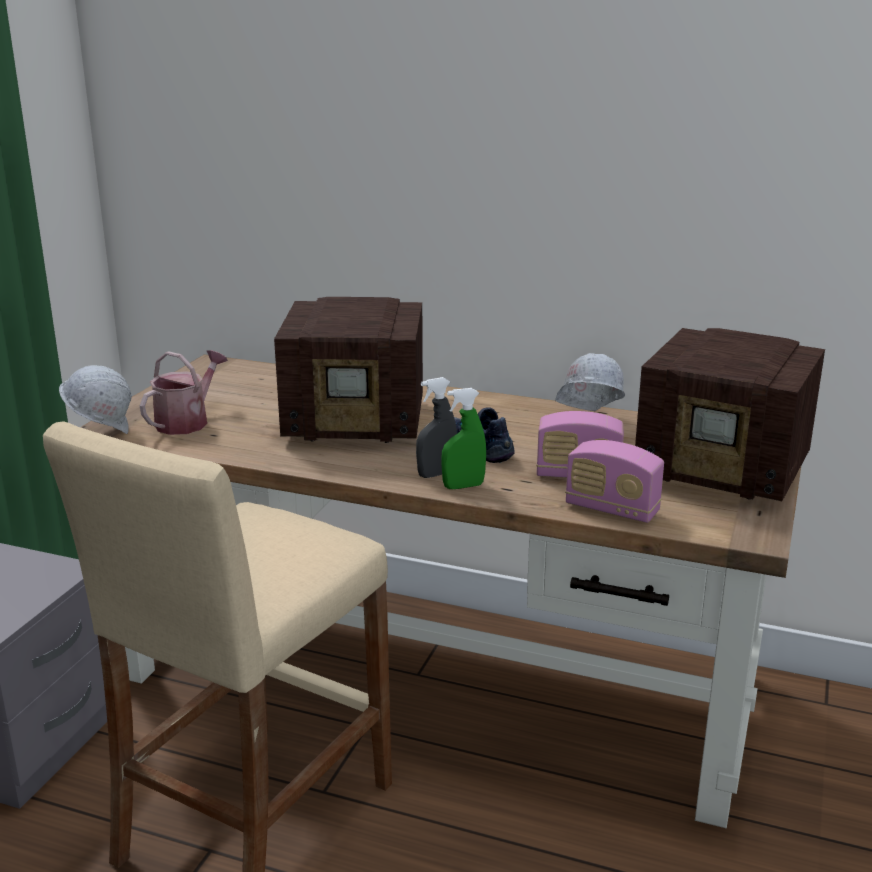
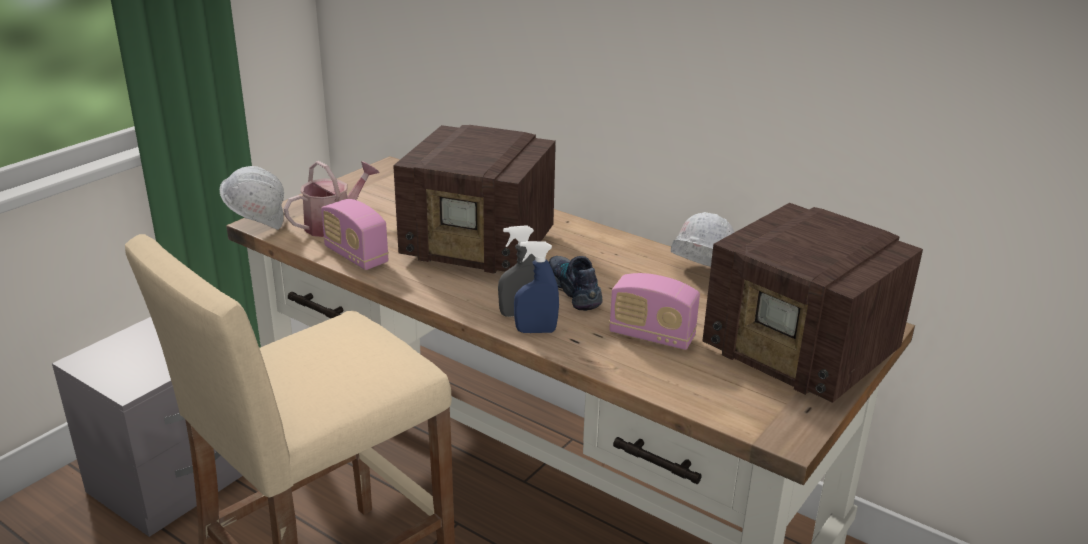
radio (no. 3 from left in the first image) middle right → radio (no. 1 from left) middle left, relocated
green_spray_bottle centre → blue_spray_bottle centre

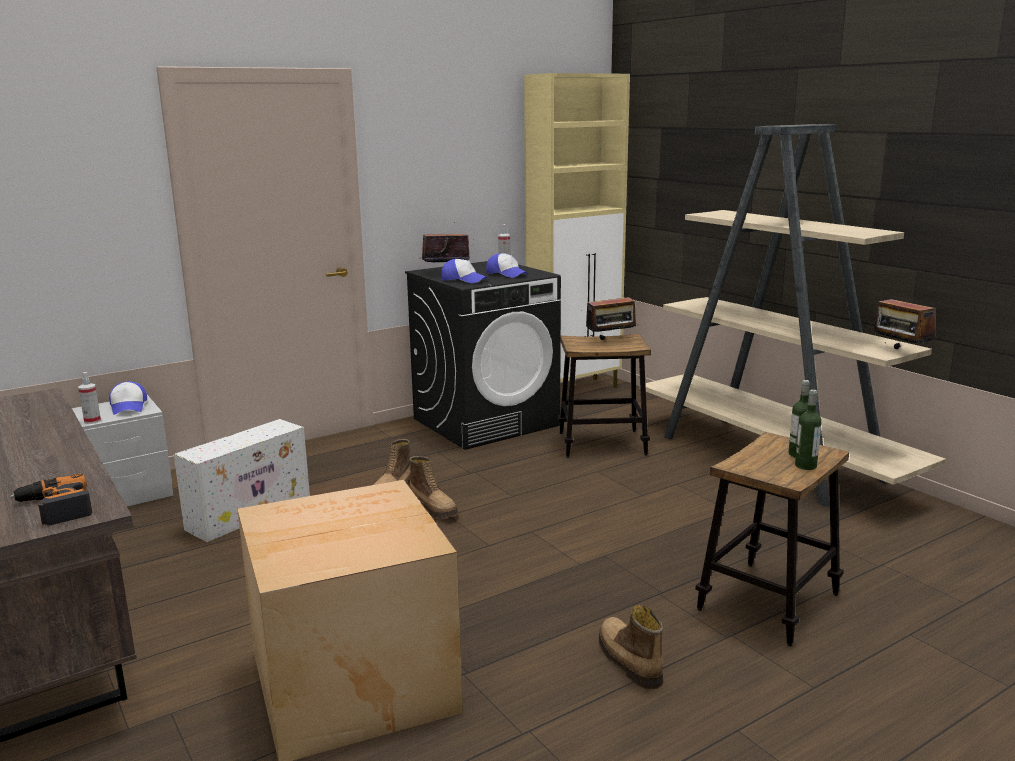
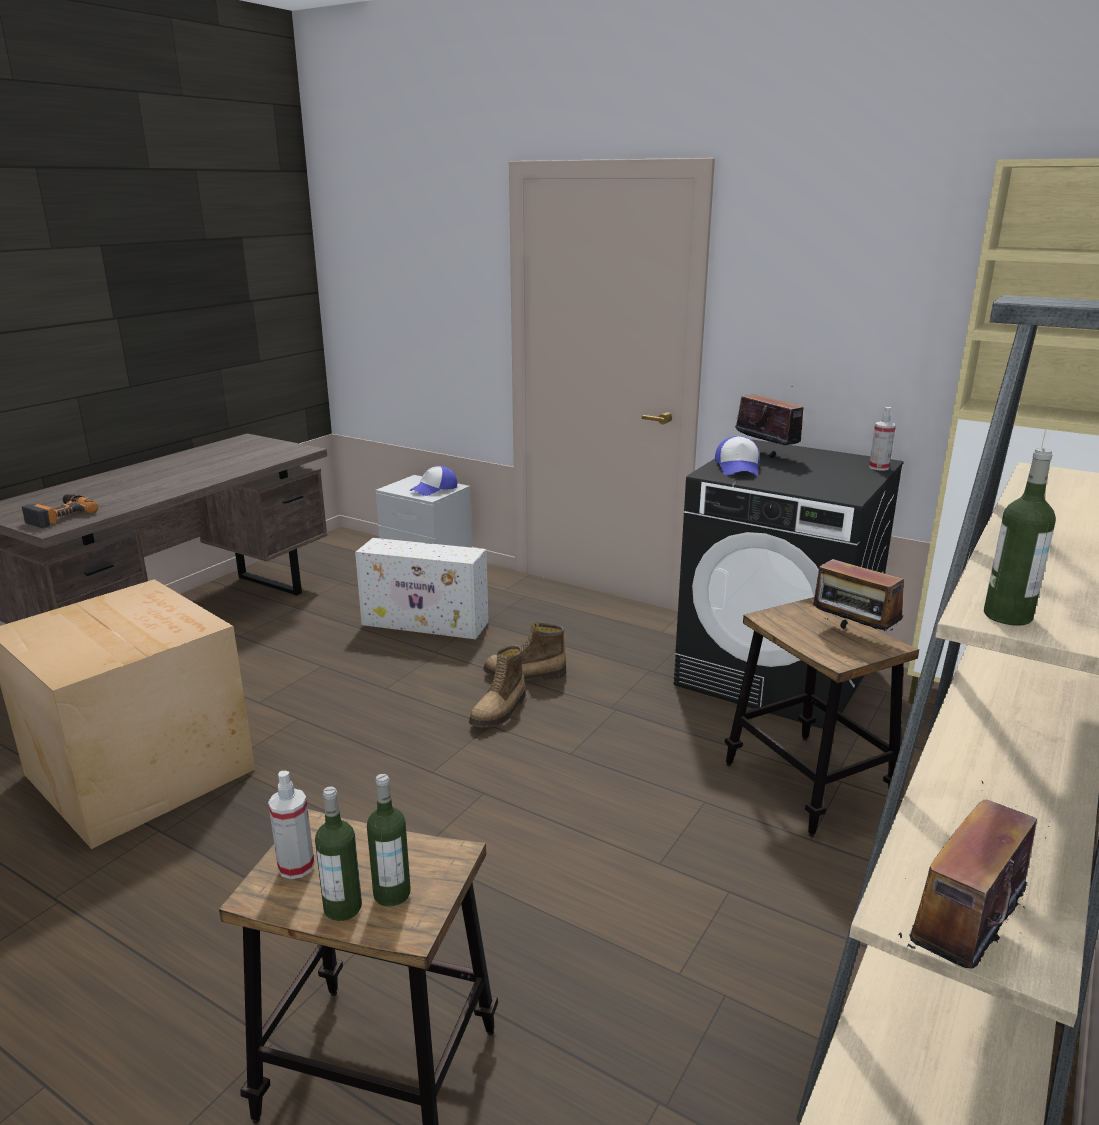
spray_bottle (no. 1 from left) middle left → spray_bottle (no. 1 from left) bottom left, relocated
- → bottle (no. 3 from left) middle right
cap (no. 3 from left) centre → -
boot (no. 3 from left) bottom centre → -

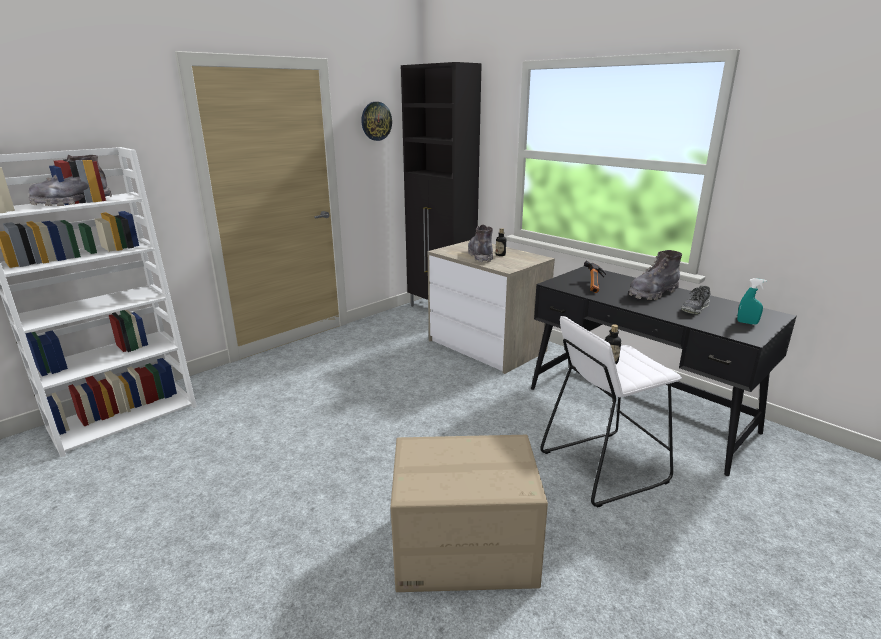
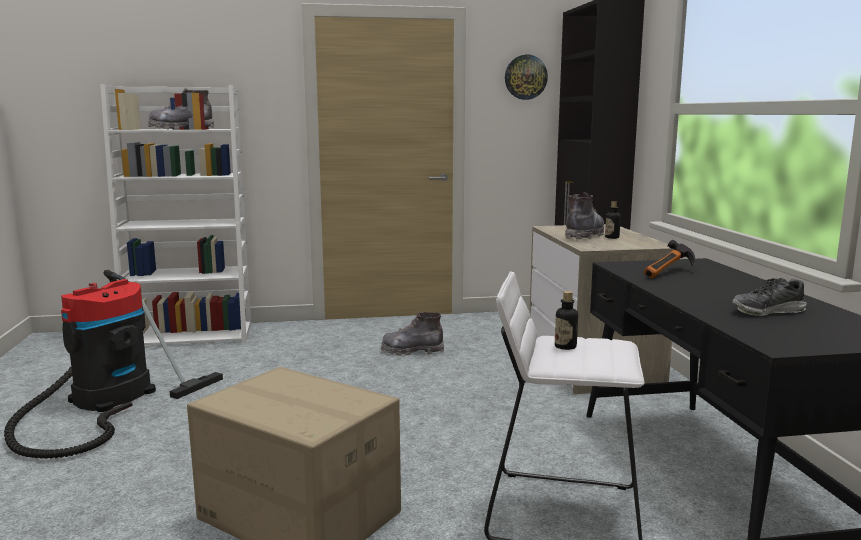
- → vacuum_cleaner bottom left
grey_boot (no. 3 from left in the first image) middle right → grey_boot (no. 2 from left) centre, relocated
turquoise_spray_bottle middle right → -

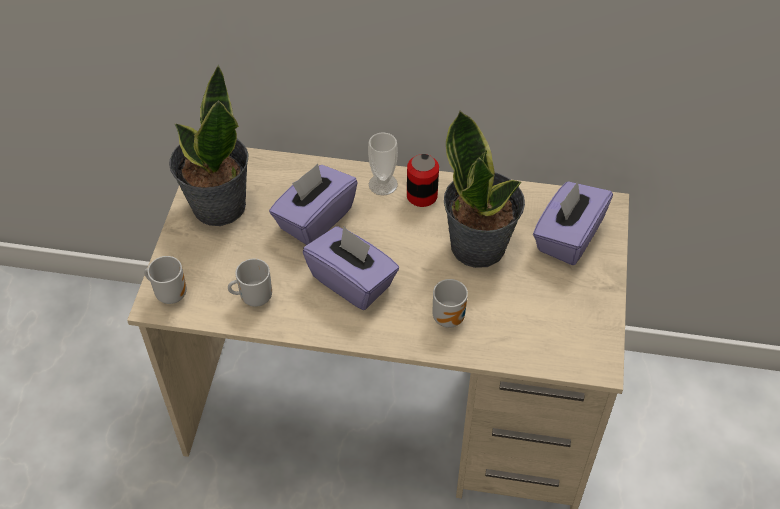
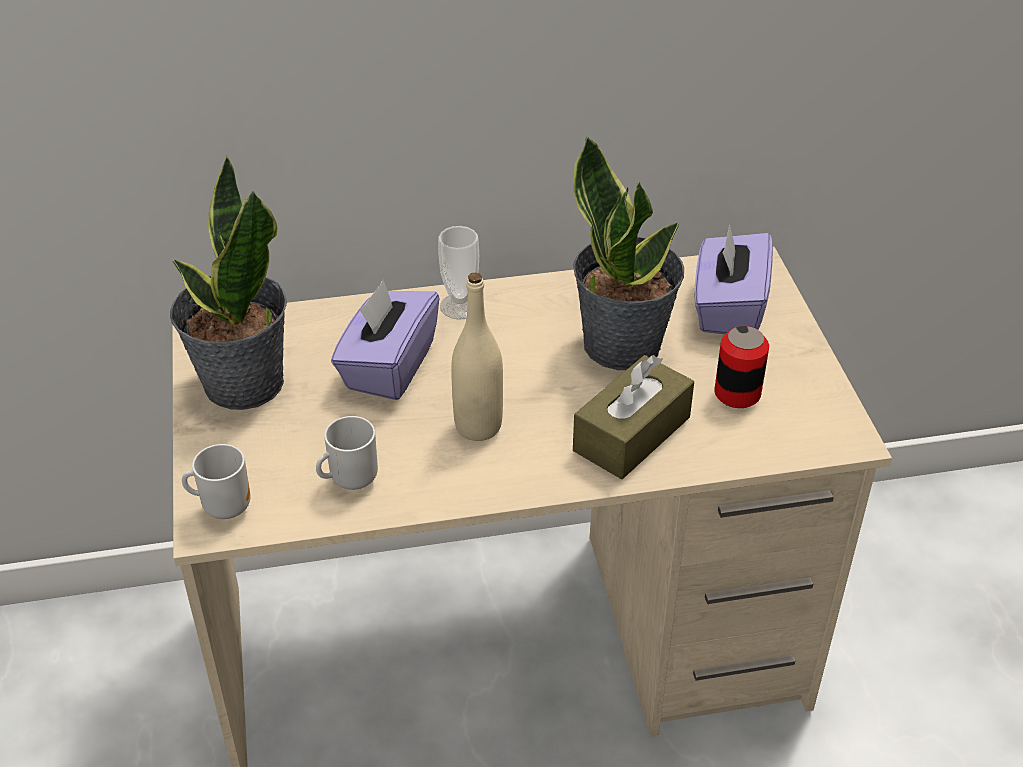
purple_tissue_box (no. 2 from left) centre → beige_bottle centre
mug (no. 3 from left) centre → brown_tissue_box centre
can centre → can middle right, relocated

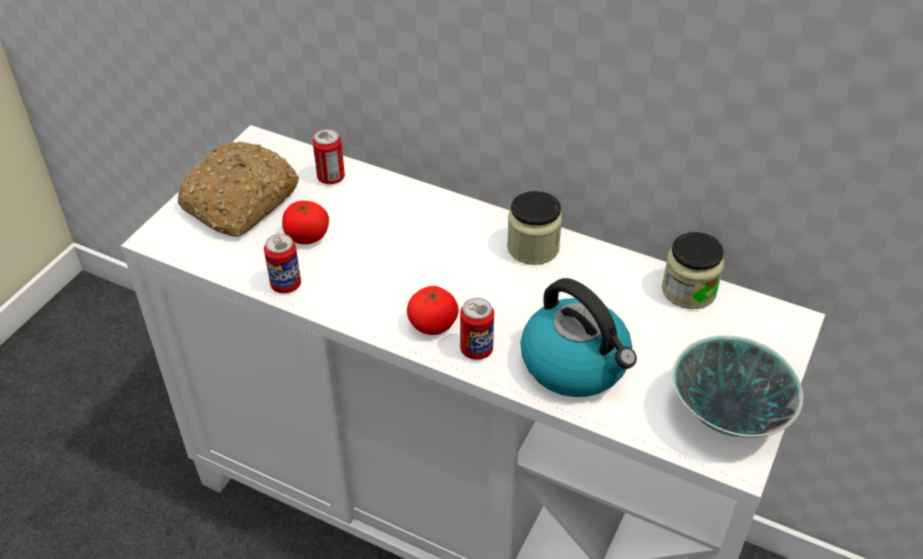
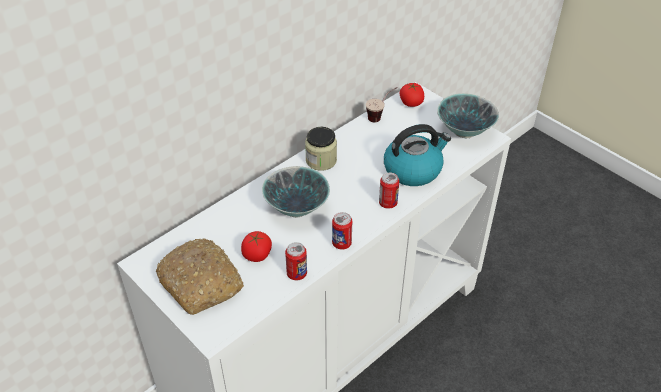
- → bowl (no. 1 from left) centre
can (no. 2 from left) top centre → can (no. 2 from left) centre, relocated
jar (no. 2 from left) middle right → cup top centre
tomato (no. 2 from left) centre → tomato (no. 2 from left) top centre, relocated

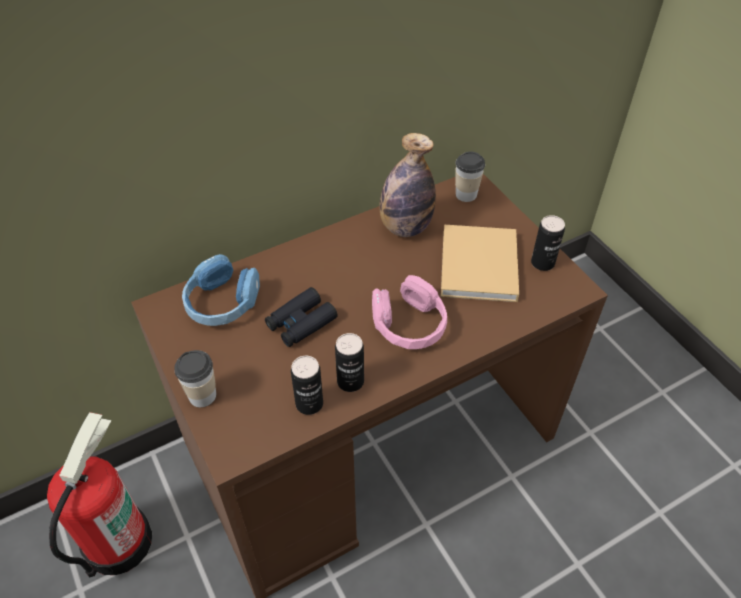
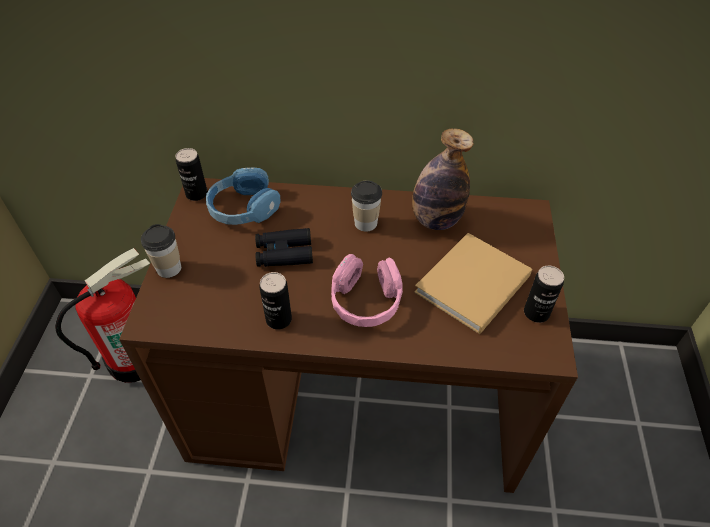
can (no. 1 from left) centre → can (no. 1 from left) top left, relocated
cup (no. 2 from left) top centre → cup (no. 2 from left) centre, relocated

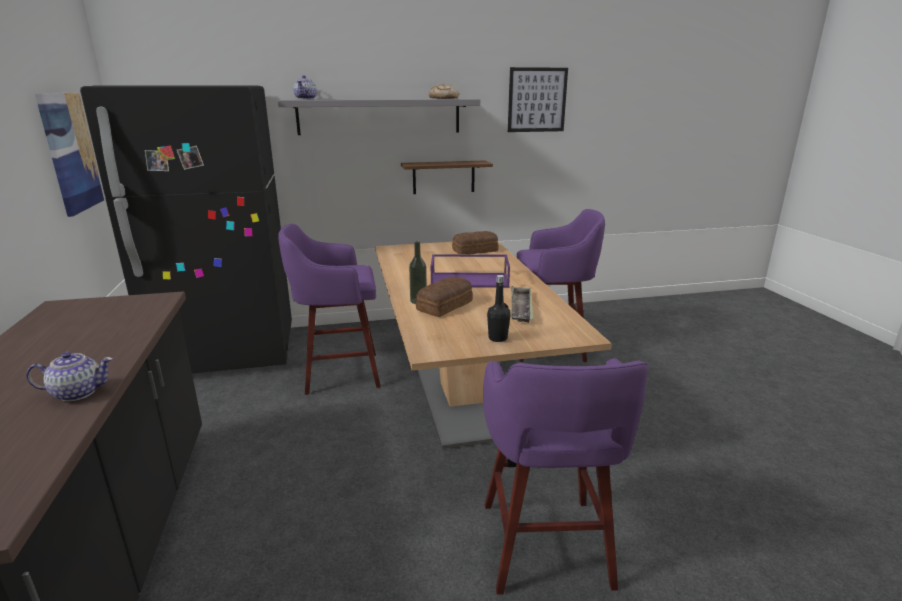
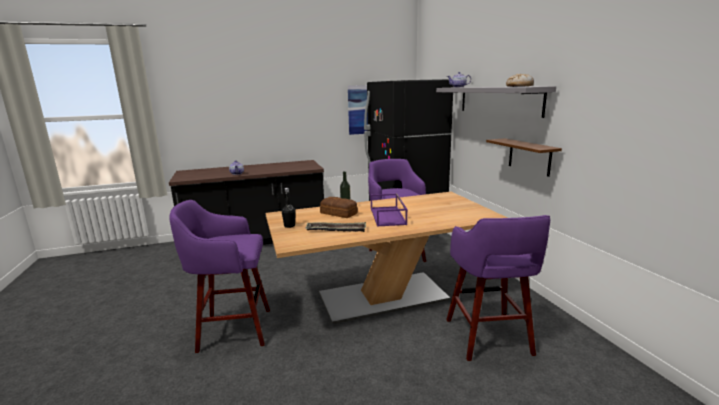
bread (no. 3 from left) centre → -
picture (no. 2 from left) top centre → -

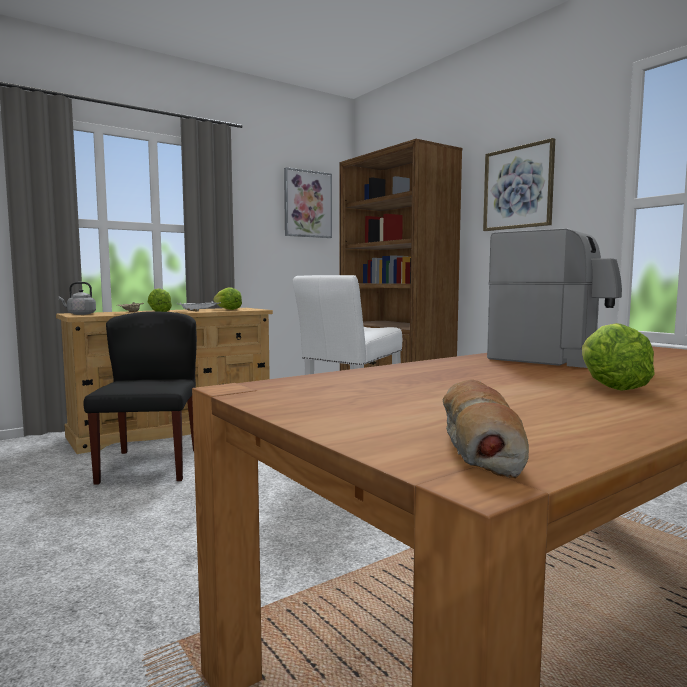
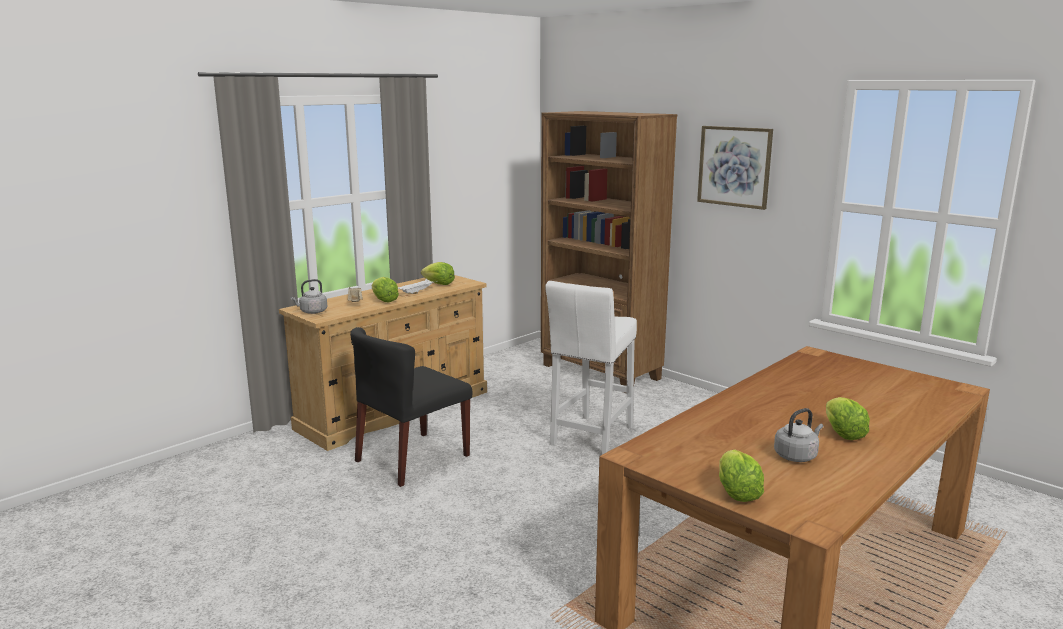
black_chair middle left → black_chair centre, 120 degrees counterclockwise
- → lettuce (no. 3 from left) bottom right
- → grey_kettle (no. 2 from left) bottom right
picture (no. 1 from left) top centre → -
bread middle right → -
coffee_machine middle right → -

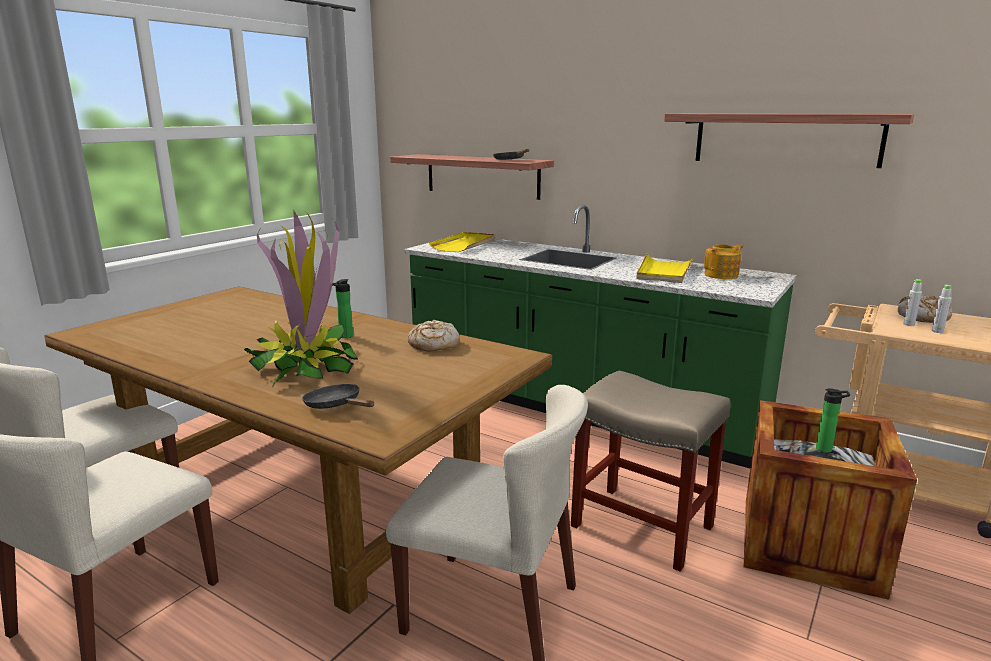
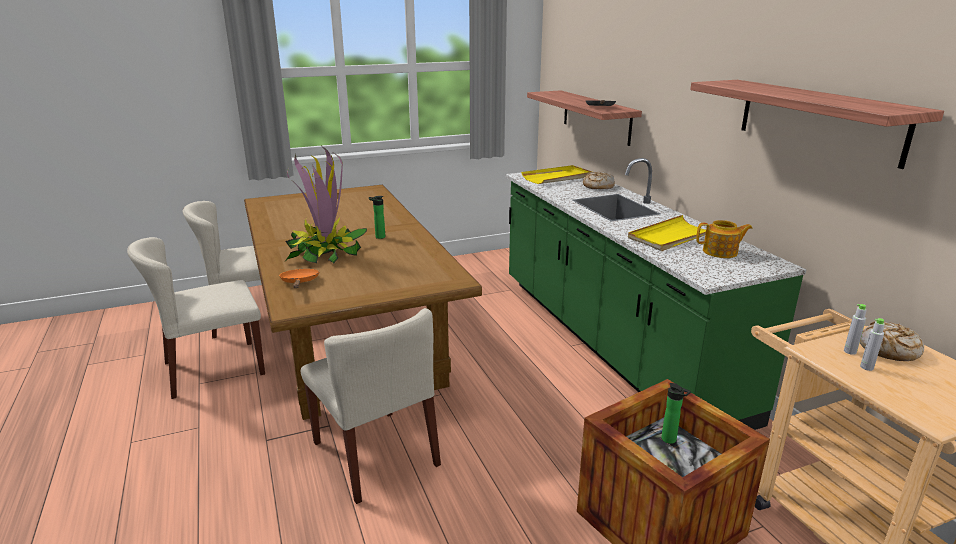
black_frying_pan (no. 1 from left) centre → orange_frying_pan middle left
bread (no. 1 from left) centre → bread (no. 1 from left) top centre, relocated
beige_stool bottom centre → -

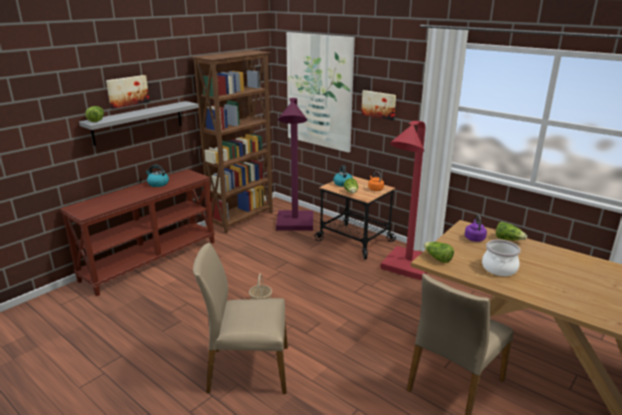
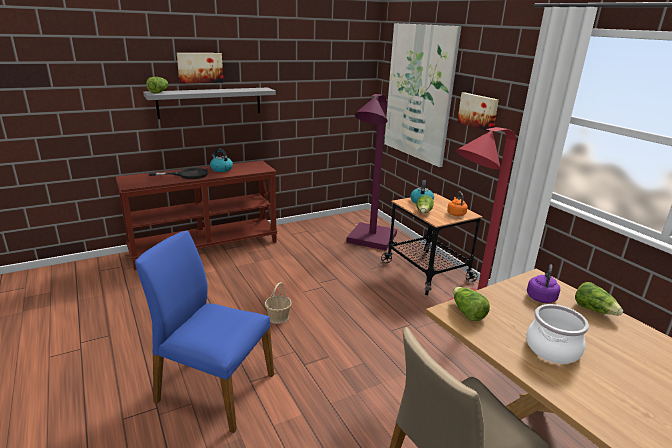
beige_chair (no. 1 from left) bottom centre → blue_chair bottom left
- → black_frying_pan middle left
brown_bookcase centre → -

